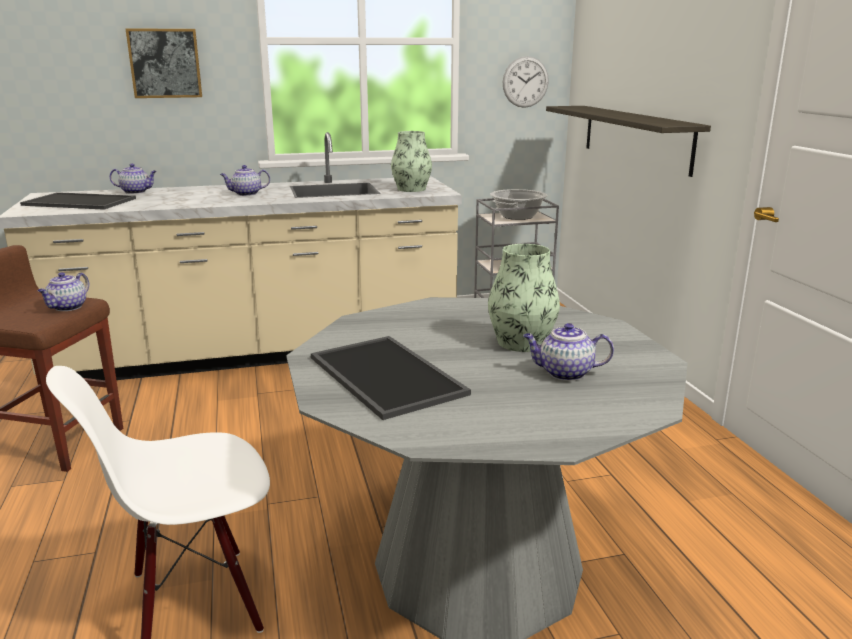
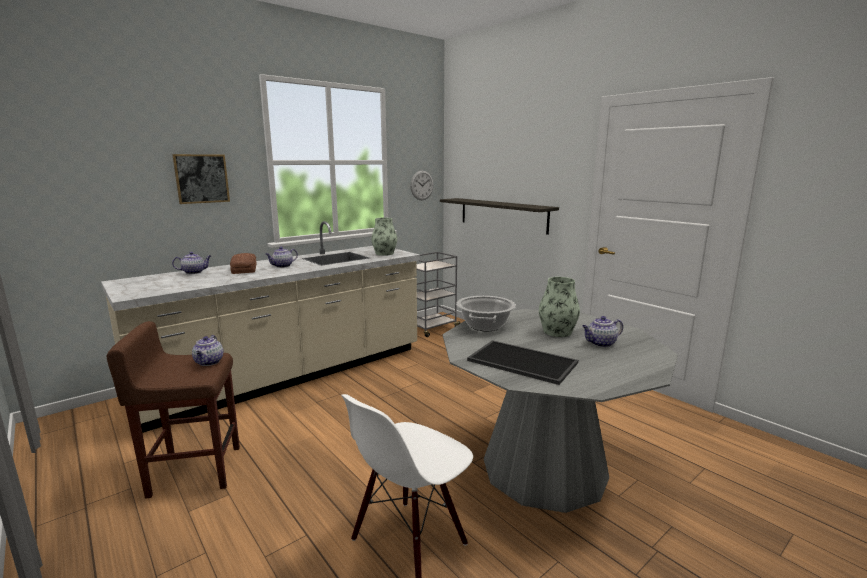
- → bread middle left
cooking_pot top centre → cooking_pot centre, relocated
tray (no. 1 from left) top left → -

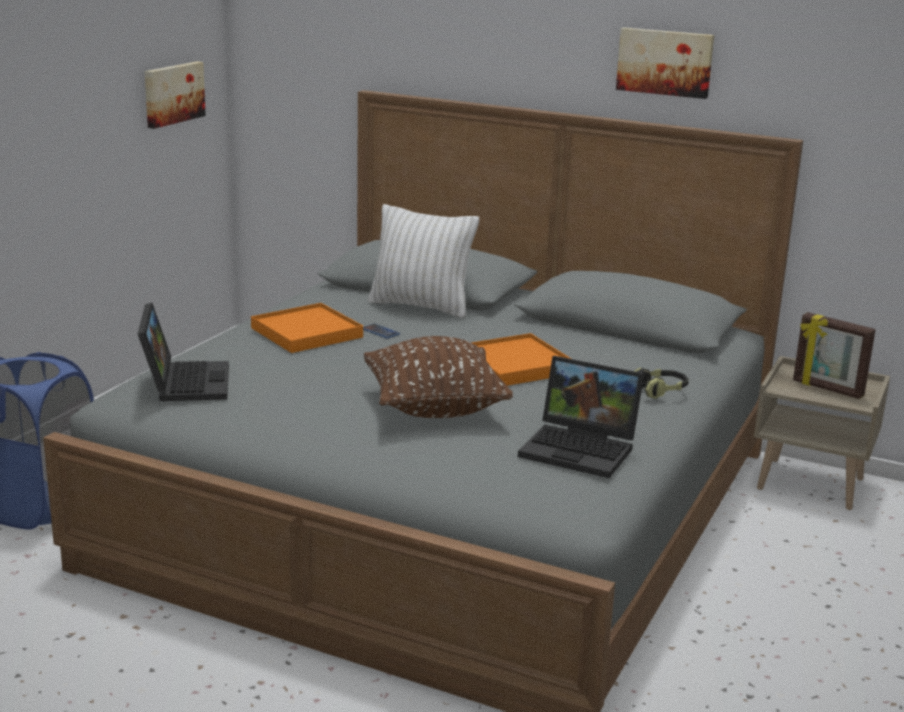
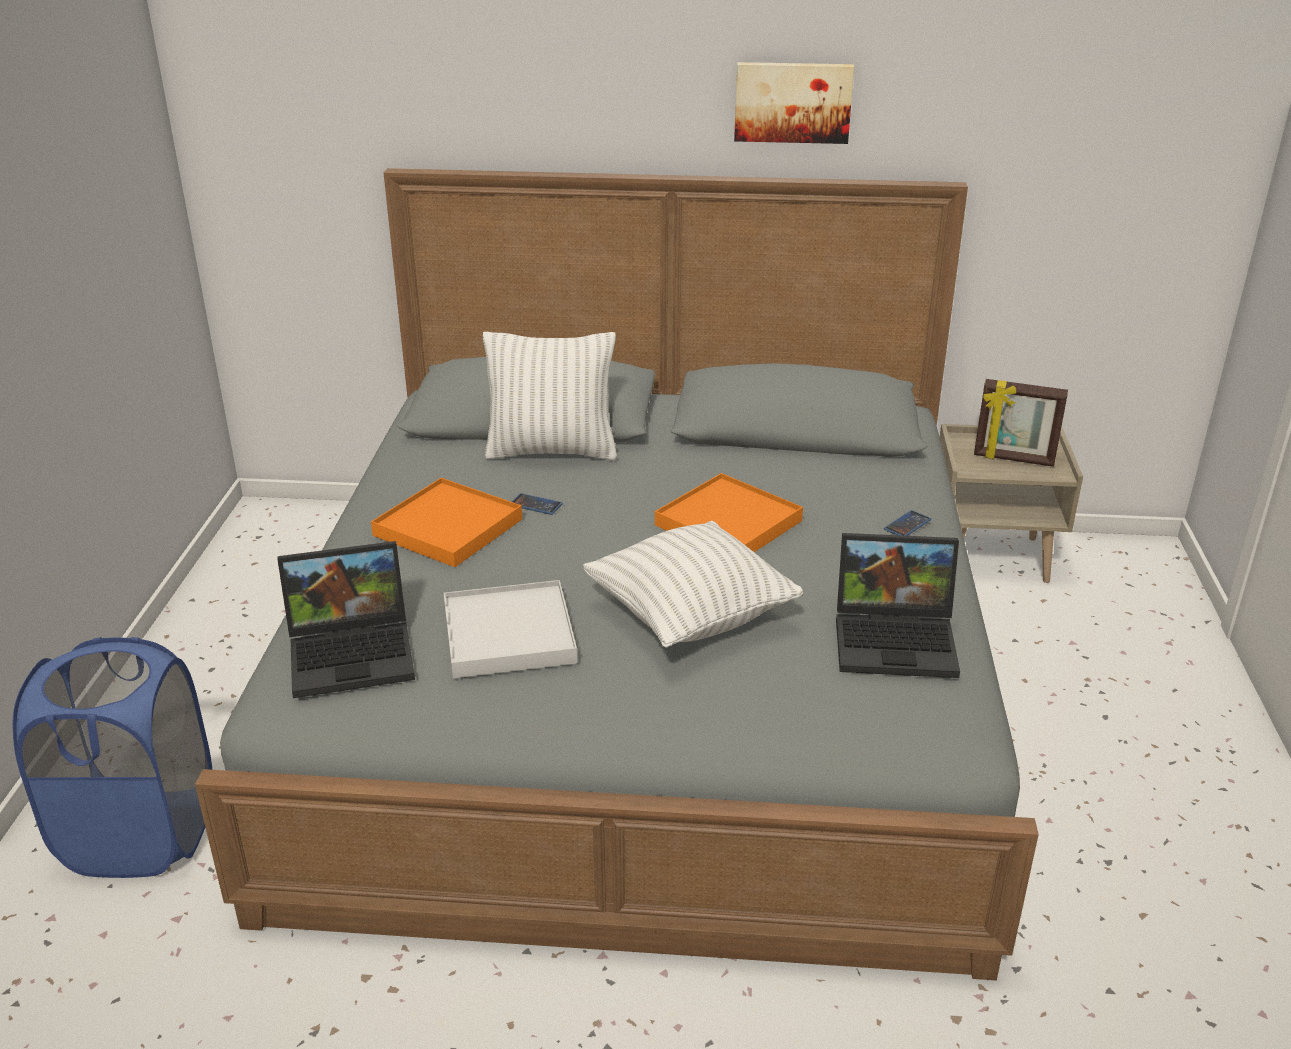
laptop (no. 1 from left) middle left, 105 degrees clockwise
- → white_tray centre
brown_pillow centre → white_pillow (no. 2 from left) centre
headphones middle right → phone (no. 2 from left) middle right
picture (no. 1 from left) top left → -

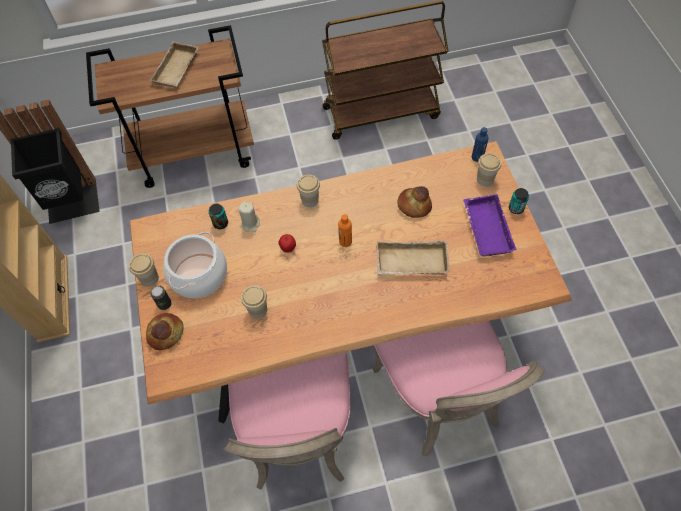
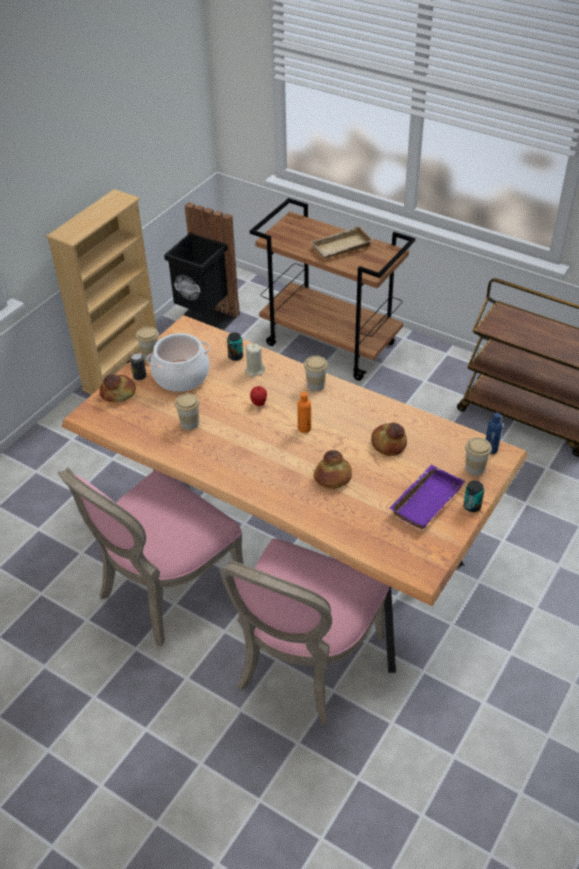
beige_tray (no. 2 from left) centre → bread (no. 2 from left) centre

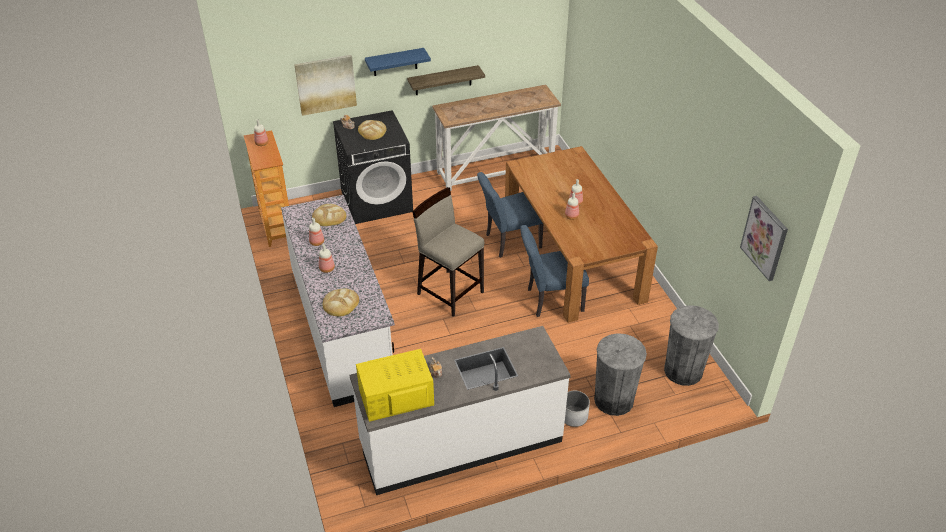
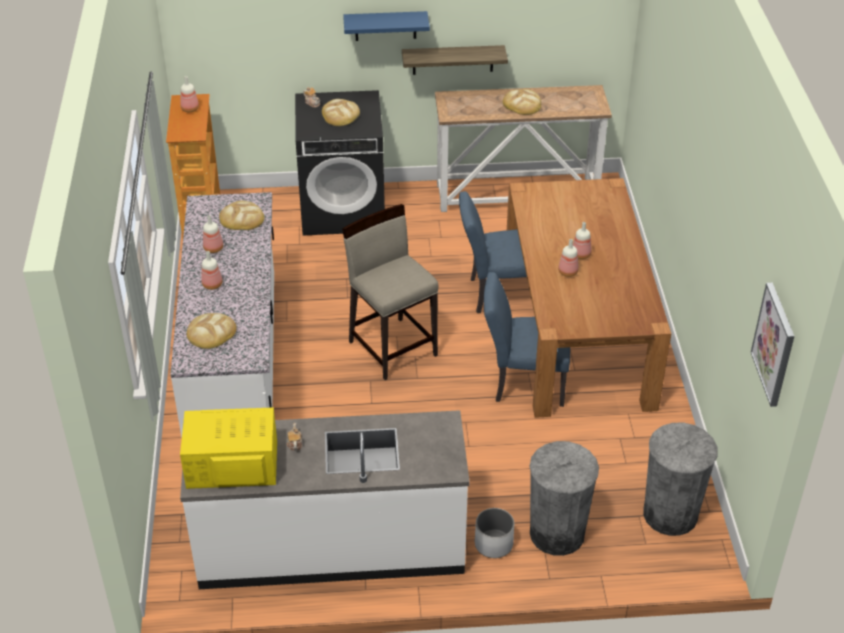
- → bread (no. 4 from left) top centre
picture (no. 1 from left) top centre → -

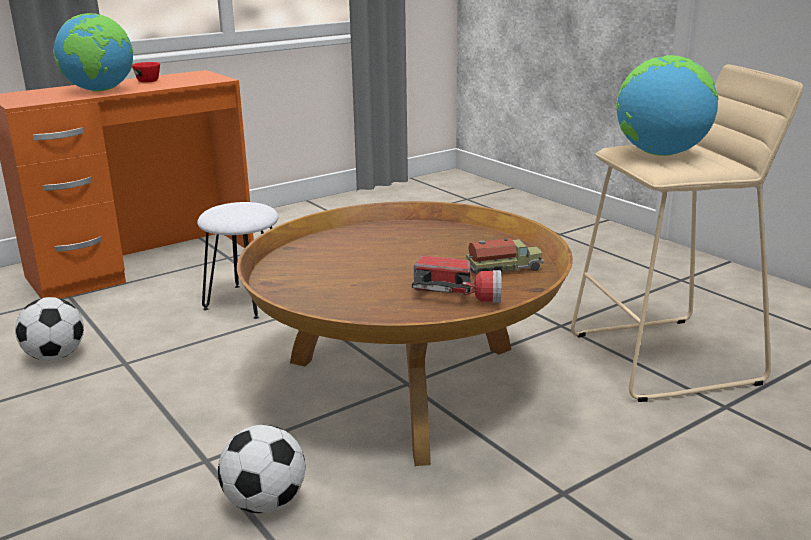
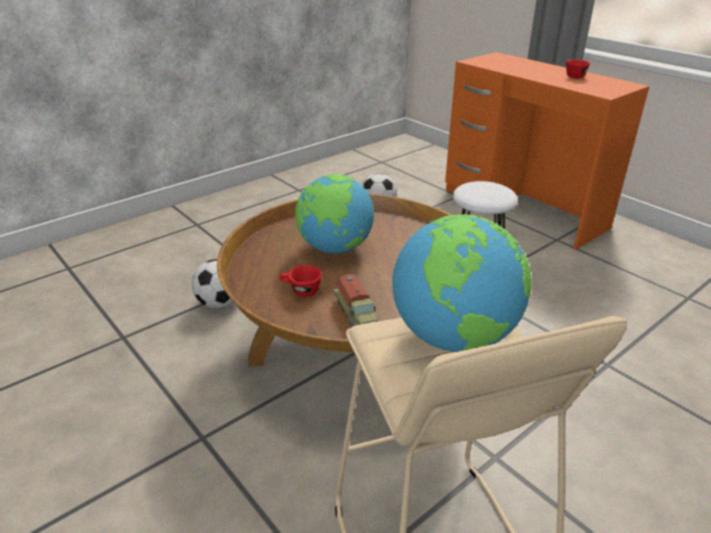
flashlight centre → red_cup (no. 1 from left) centre
globe (no. 1 from left) top left → globe (no. 1 from left) centre, relocated

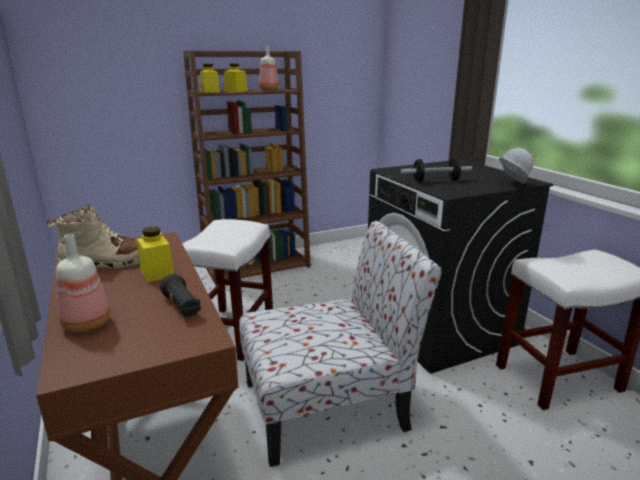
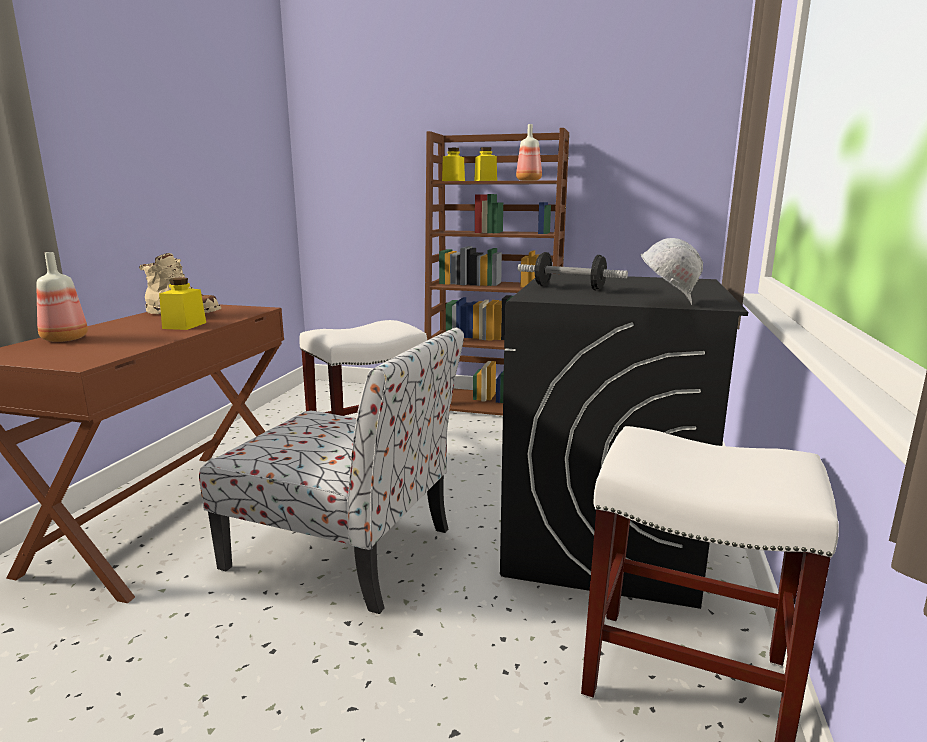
black_flashlight middle left → -

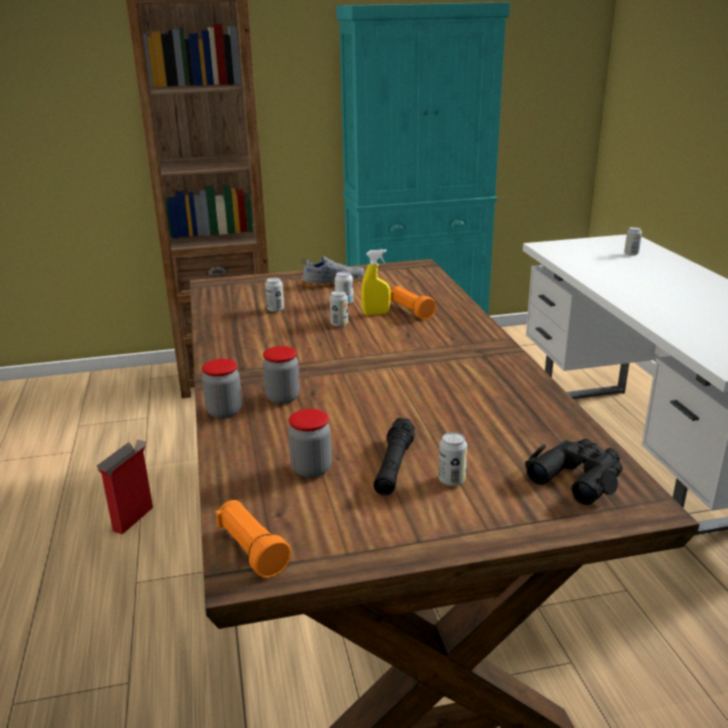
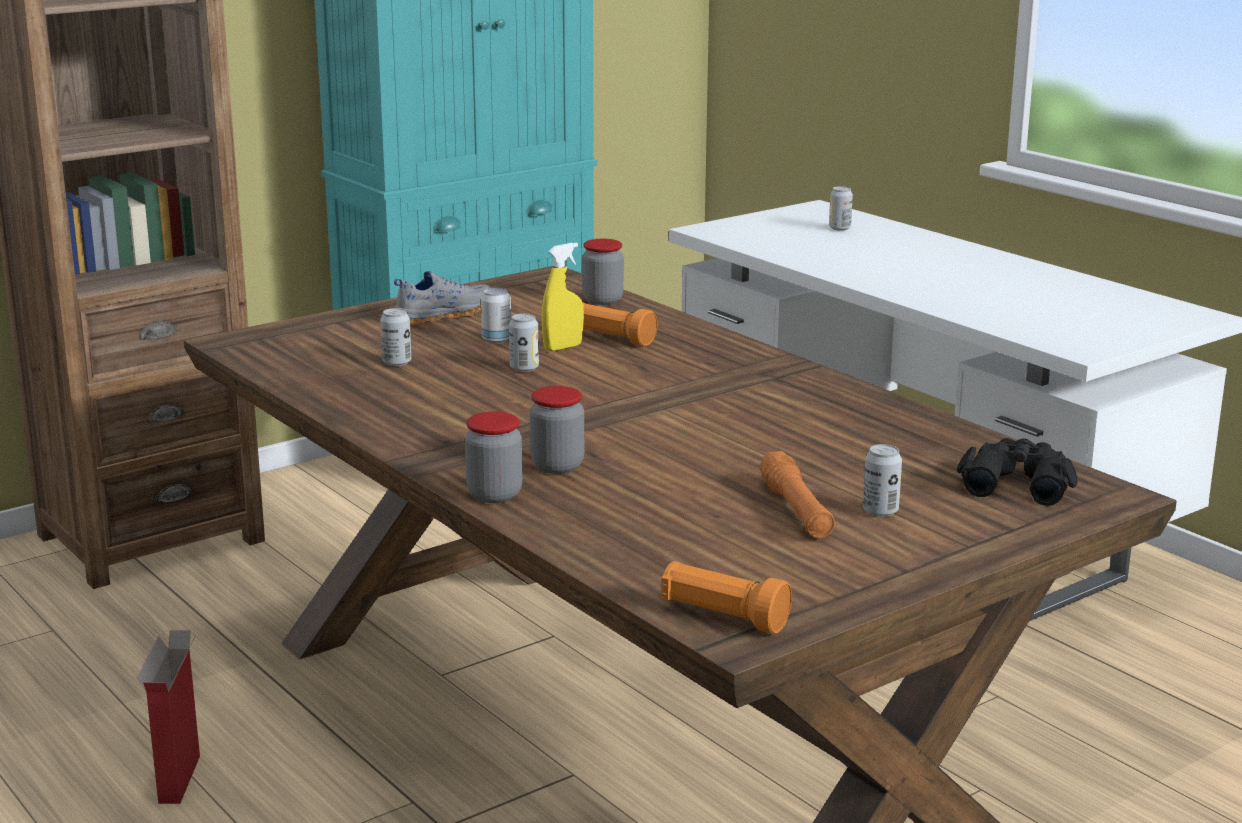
jar (no. 3 from left) centre → jar (no. 3 from left) top centre, relocated
black_flashlight centre → orange_flashlight (no. 3 from left) centre

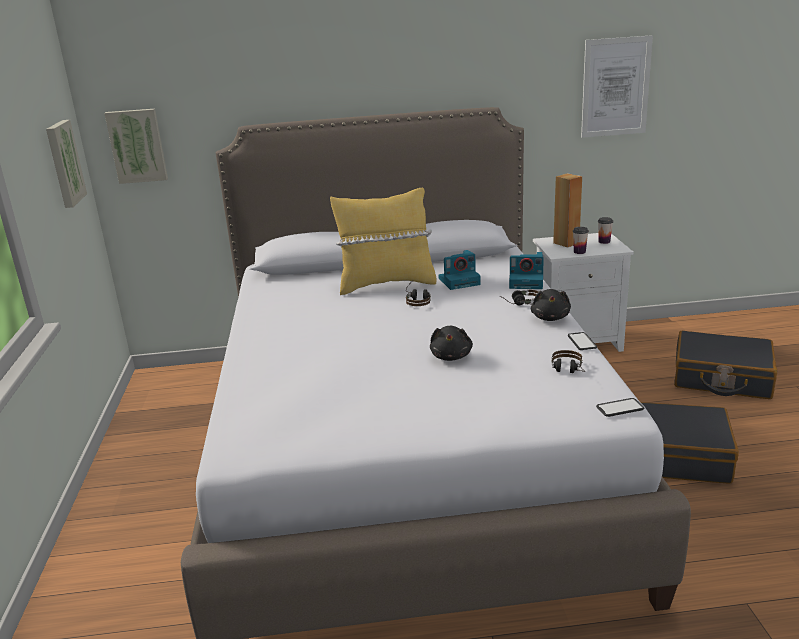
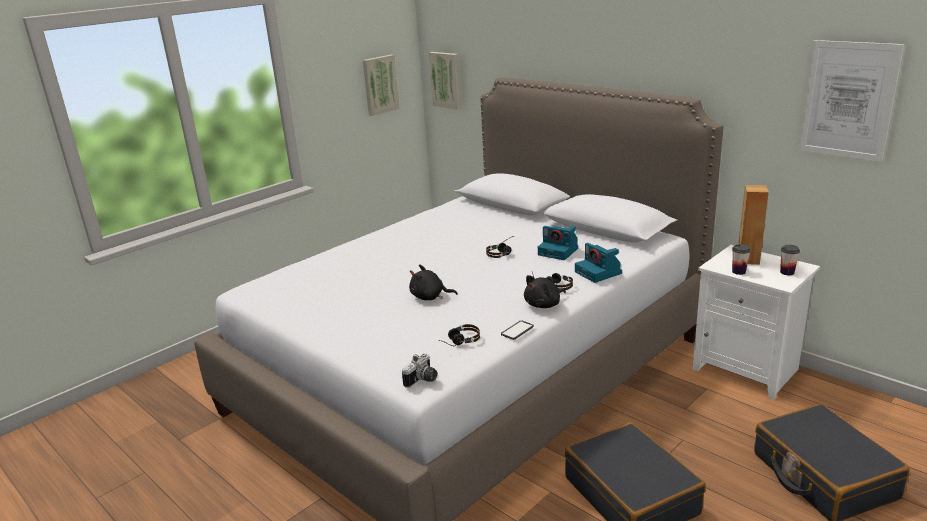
phone (no. 2 from left) middle right → photo_camera (no. 1 from left) bottom centre
black_plush_toy (no. 1 from left) centre, 45 degrees clockwise
yellow_pillow centre → -

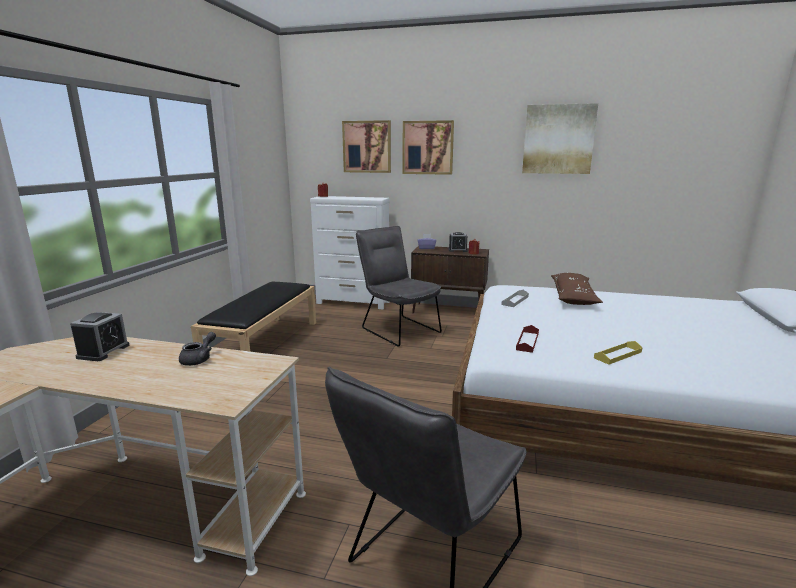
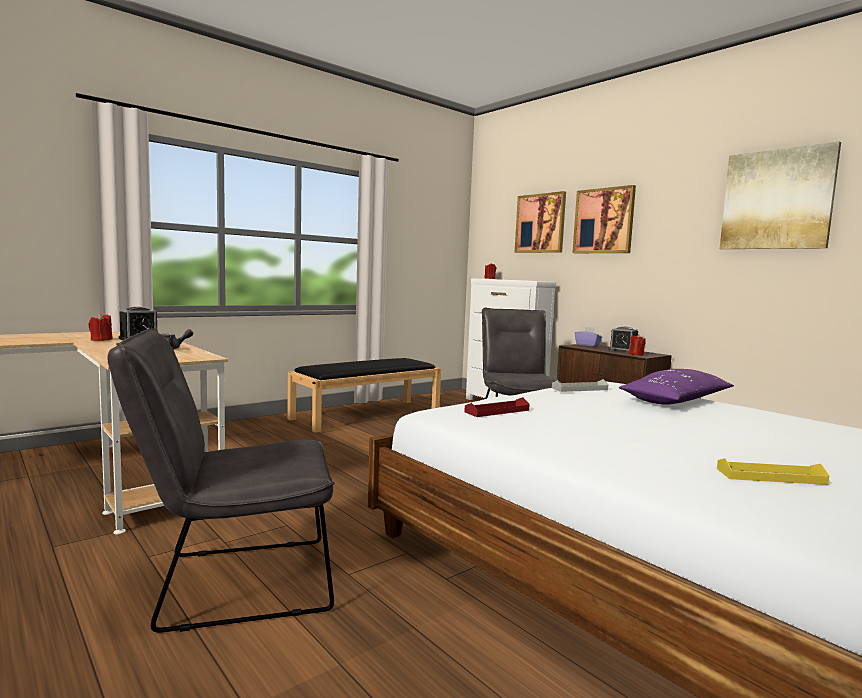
- → red_candle (no. 1 from left) middle left
brown_pillow middle right → purple_pillow middle right
yellow_tray middle right → yellow_tray bottom right, relocated

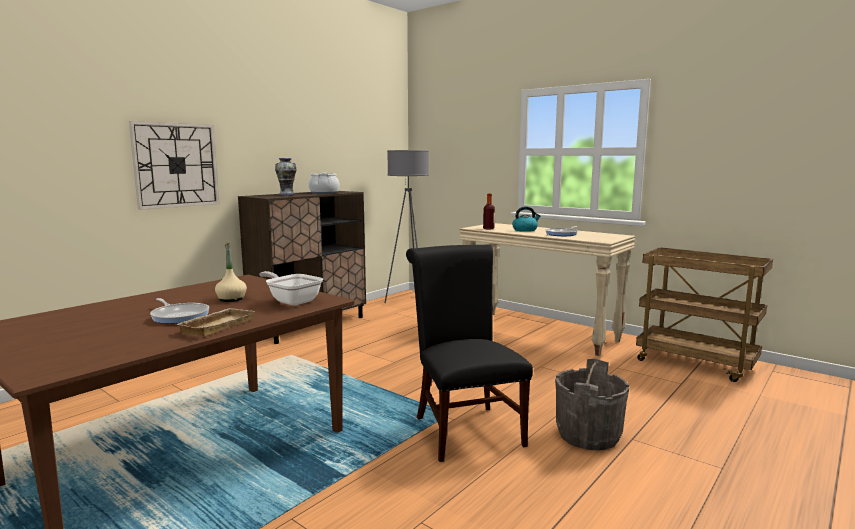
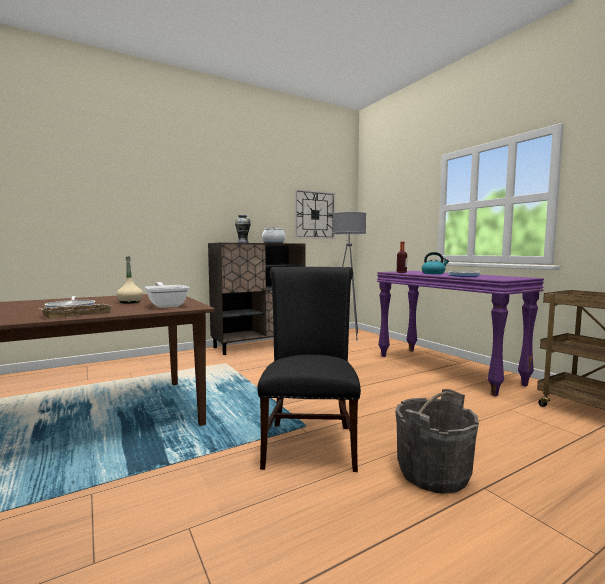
wall_clock top left → wall_clock centre, relocated
beige_console_table centre → purple_console_table middle right

